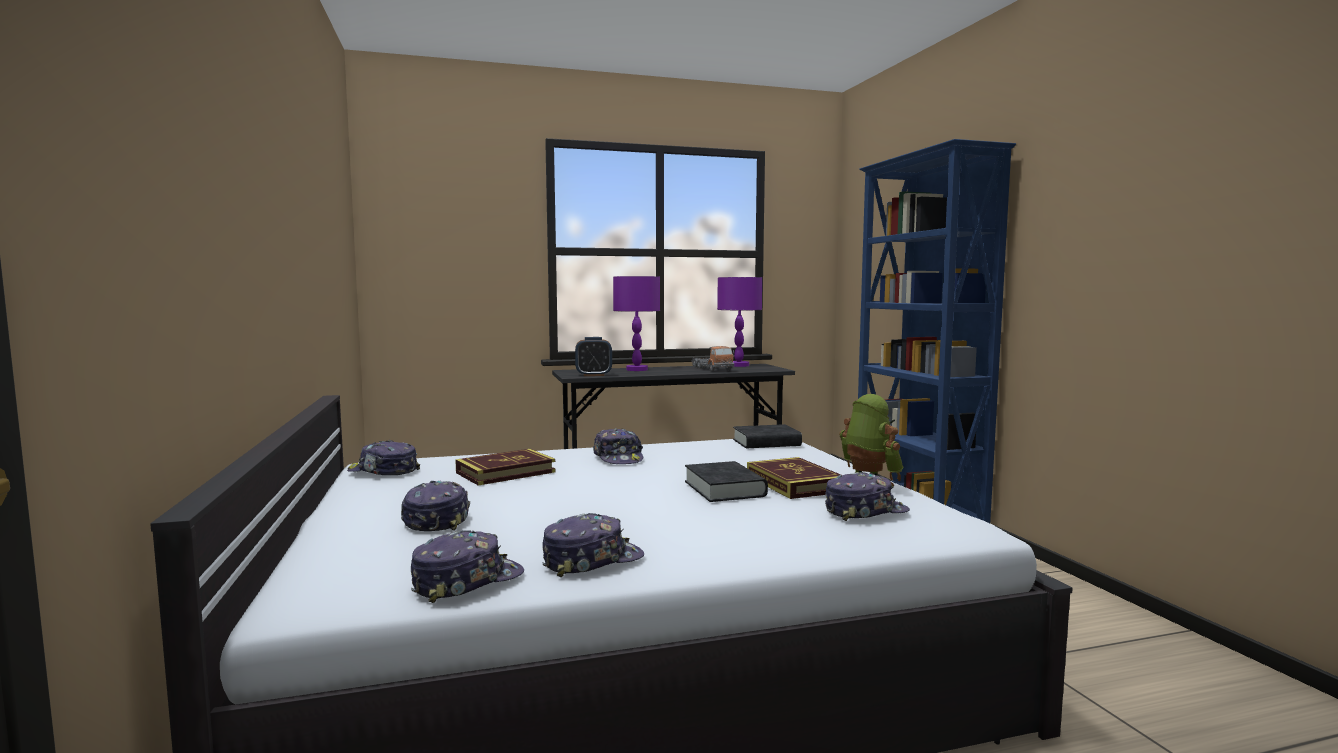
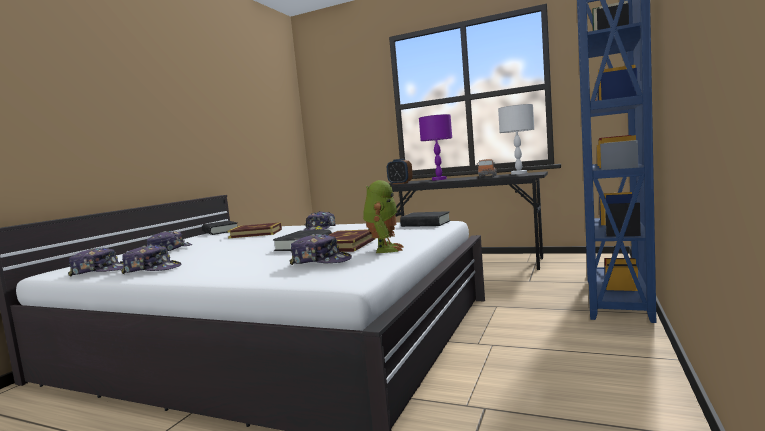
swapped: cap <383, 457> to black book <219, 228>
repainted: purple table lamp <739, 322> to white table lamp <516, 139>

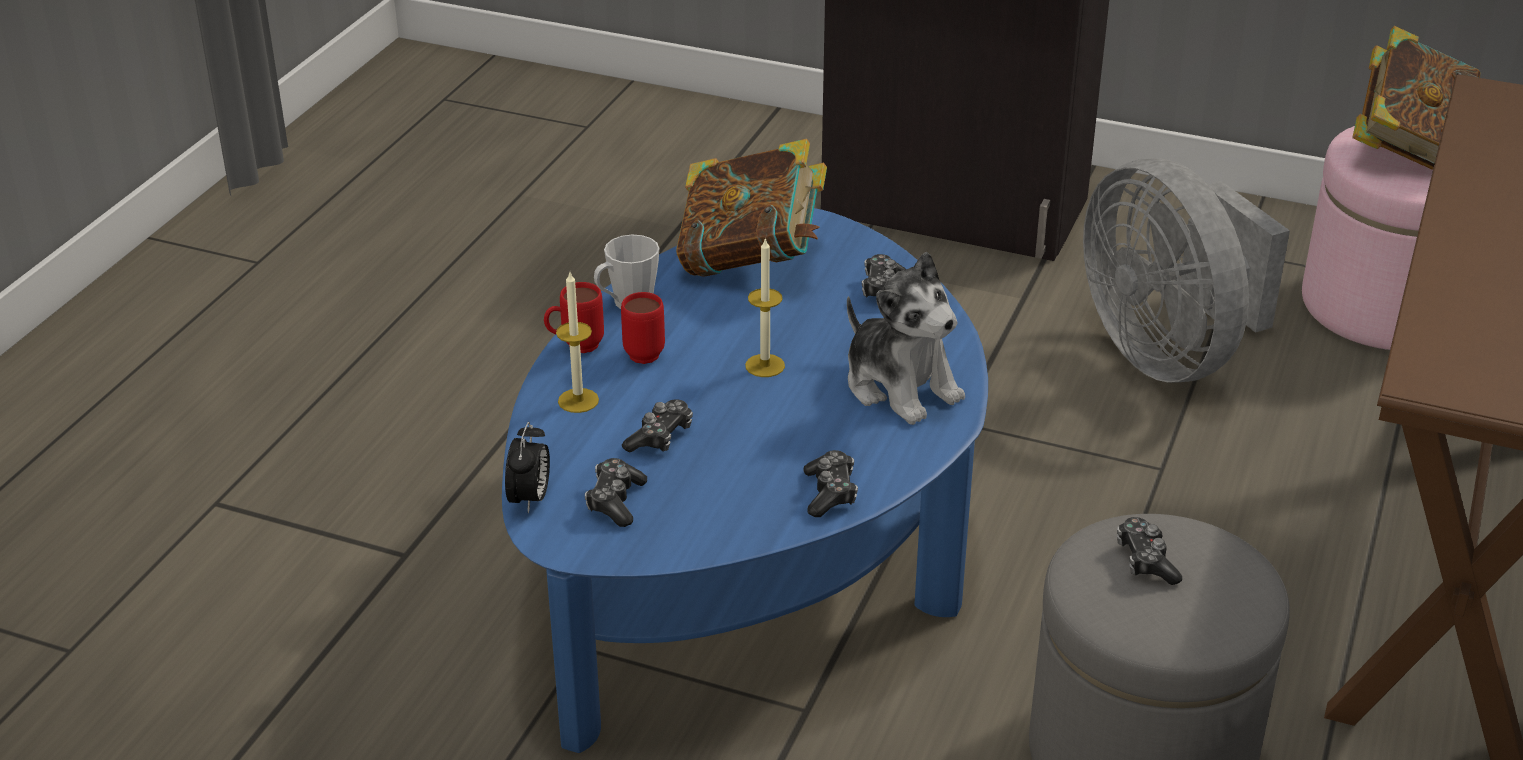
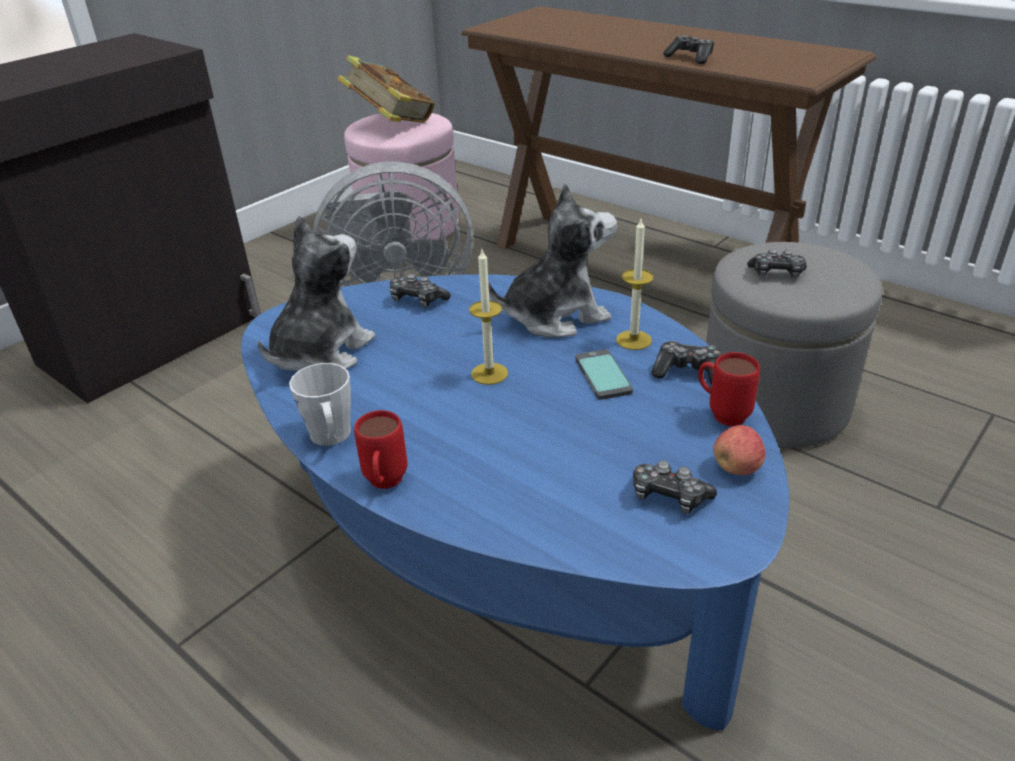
gone: alarm clock <527, 467>
new: phone <604, 374>; apple <739, 450>
shifted: candle <577, 342> to <635, 284>; red mug <643, 328> to <729, 389>; game controller <657, 425> to <688, 49>
swapped: book <751, 208> to plush toy <316, 293>

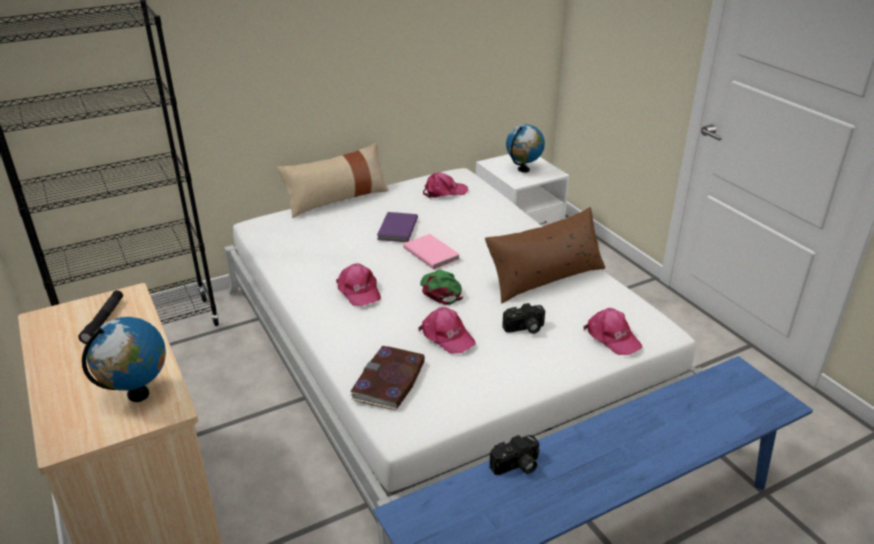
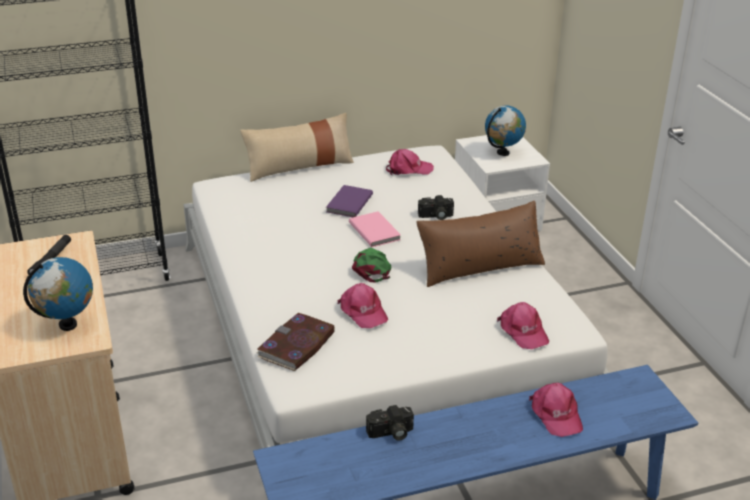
shifted: pink cap <358, 284> to <556, 410>; photo camera <523, 318> to <436, 207>

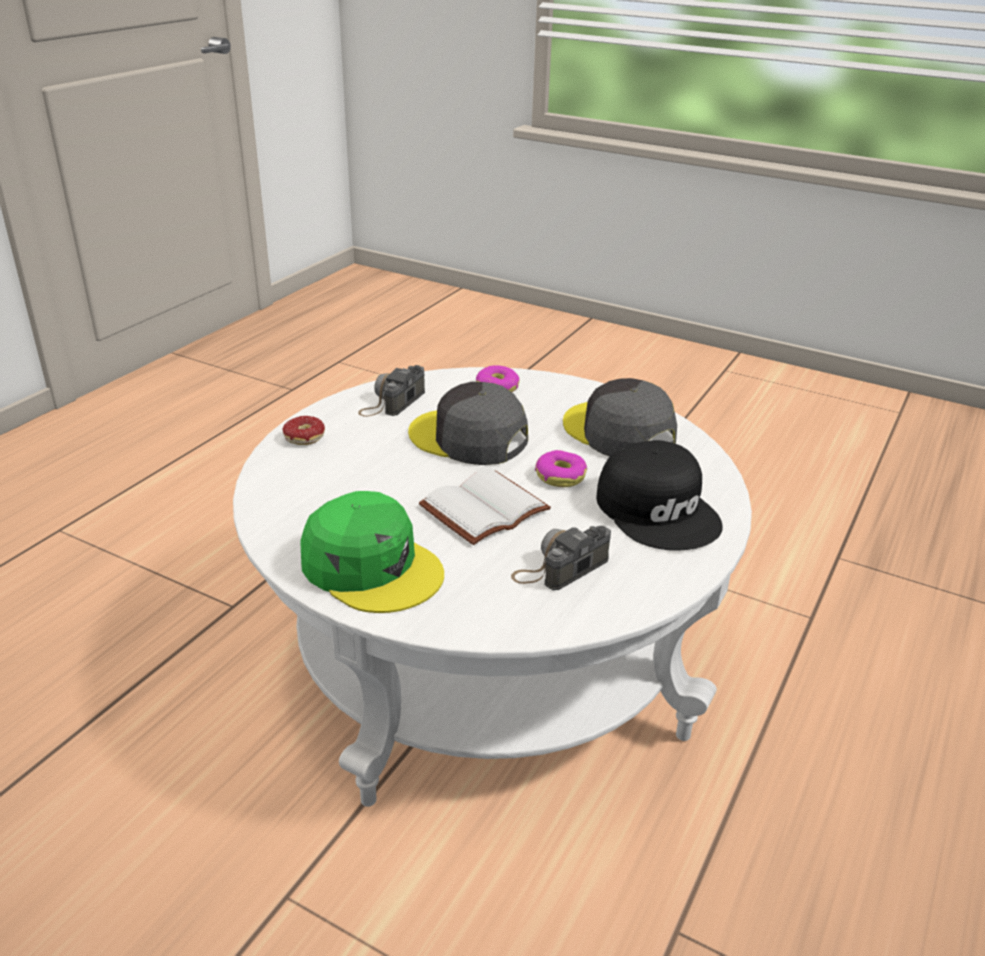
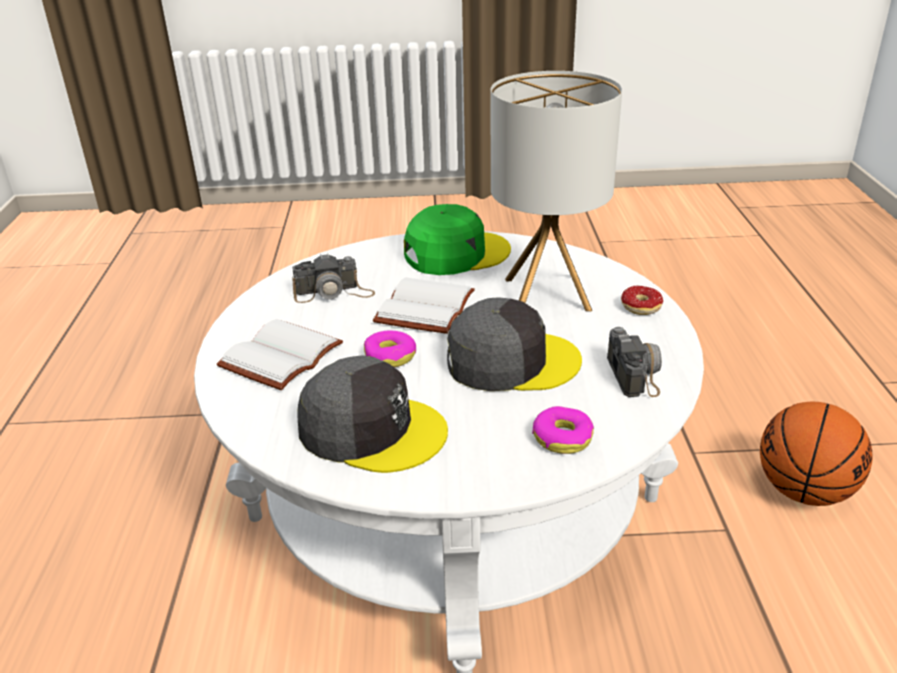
new: table lamp <556, 191>; basketball <816, 453>
swapped: black cap <659, 495> to white book <280, 354>
rotated: green cap <372, 552> = <457, 239> 150 degrees clockwise; photo camera <561, 558> = <333, 278> 60 degrees clockwise

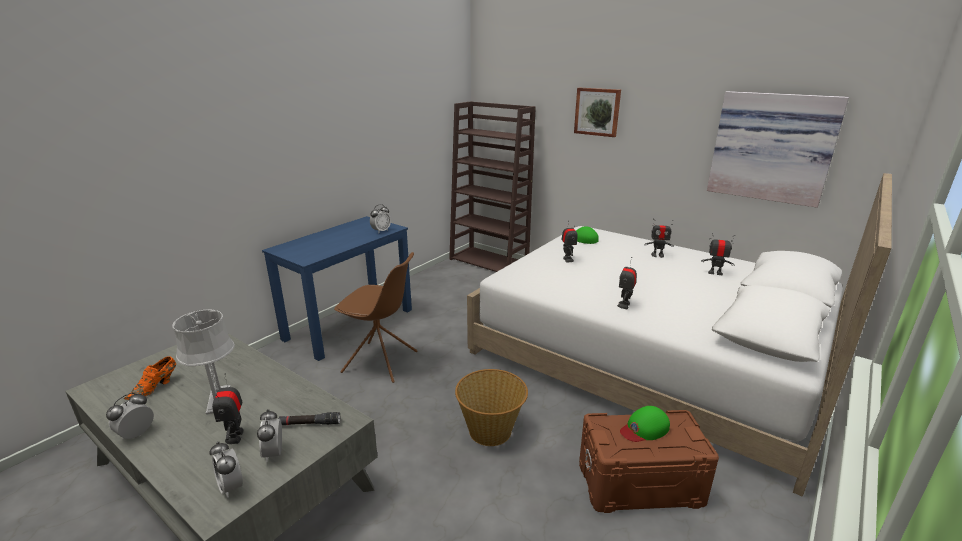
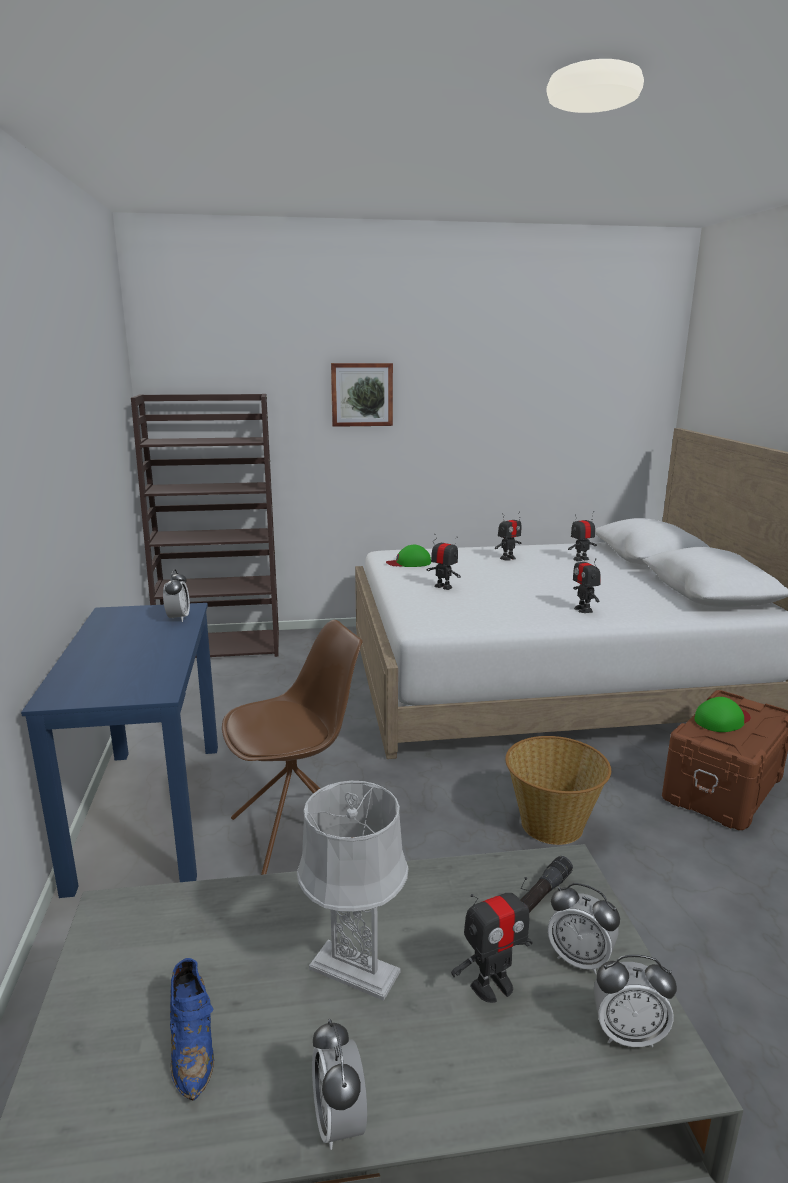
gone: picture <778, 149>
repainted: orange shoe <150, 378> to blue shoe <192, 1029>
rotated: toy robot <228, 408> = <492, 940> 60 degrees counterclockwise; green cap <645, 424> = <722, 714> 135 degrees counterclockwise

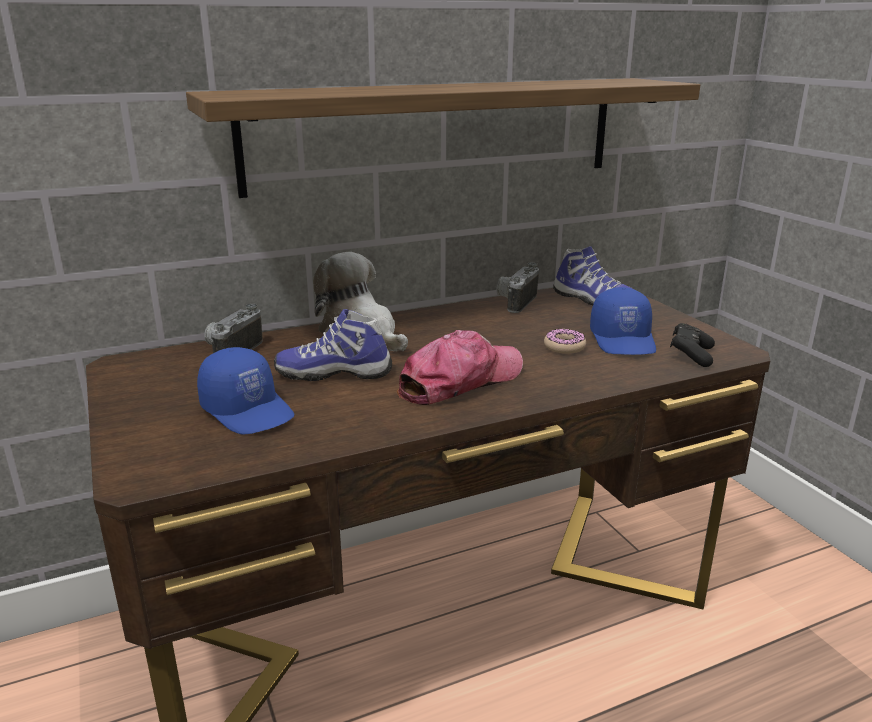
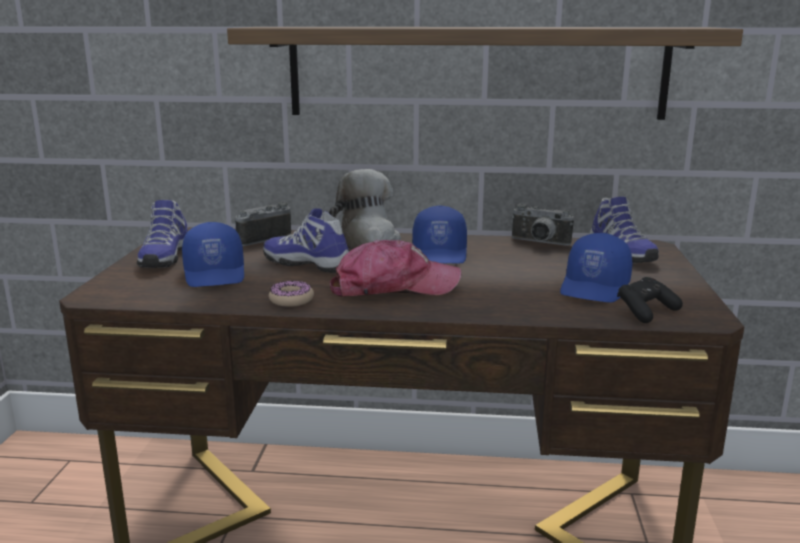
new: shoe <162, 234>; blue cap <439, 234>
shifted: donut <565, 341> to <291, 293>
rotated: photo camera <517, 287> = <542, 225> 120 degrees counterclockwise

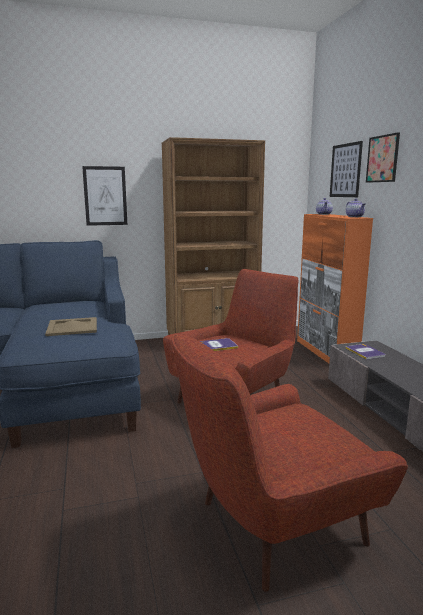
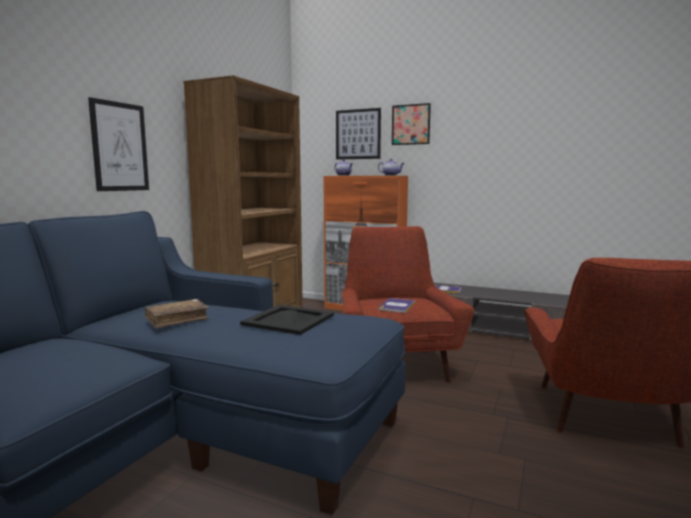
new: brown book <177, 314>
repainted: beige tray <71, 326> to black tray <287, 320>

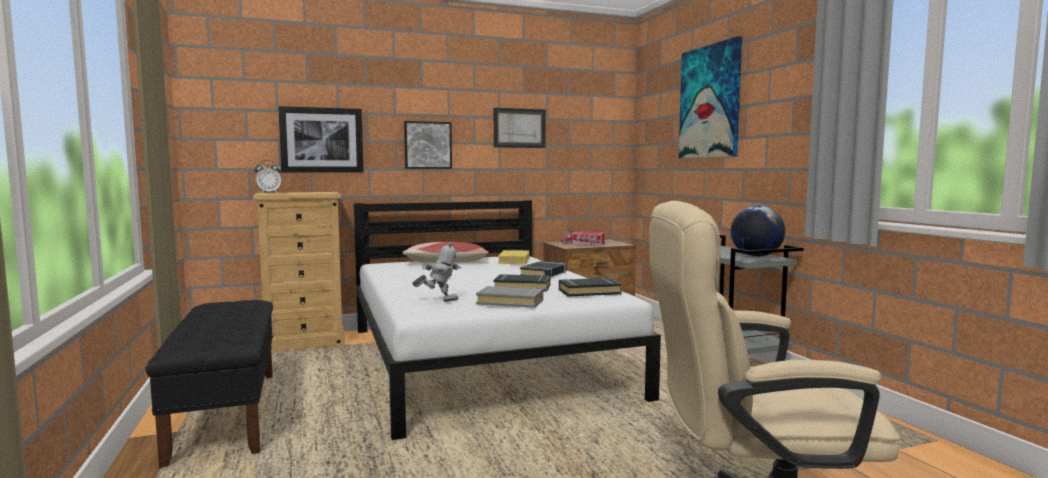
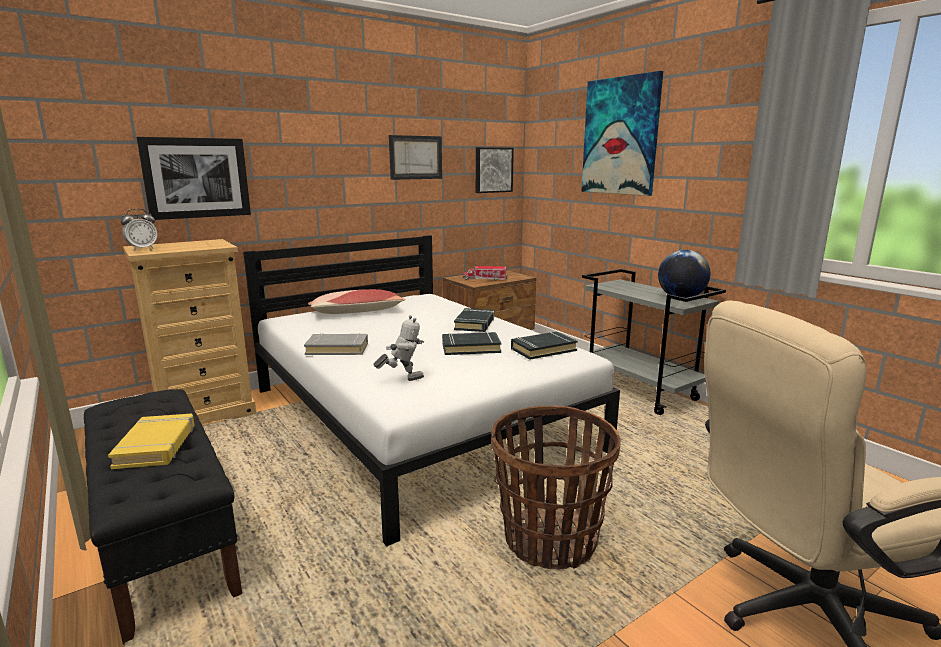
new: basket <556, 487>
shifted: picture <428, 145> to <495, 170>; grey book <509, 297> to <336, 344>; yellow book <513, 257> to <151, 441>

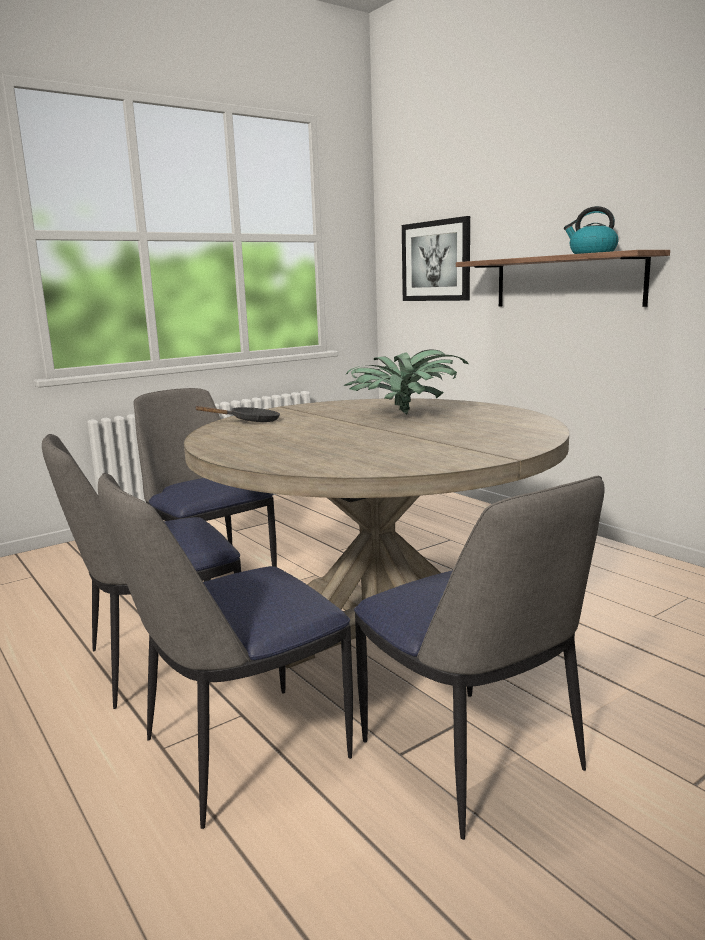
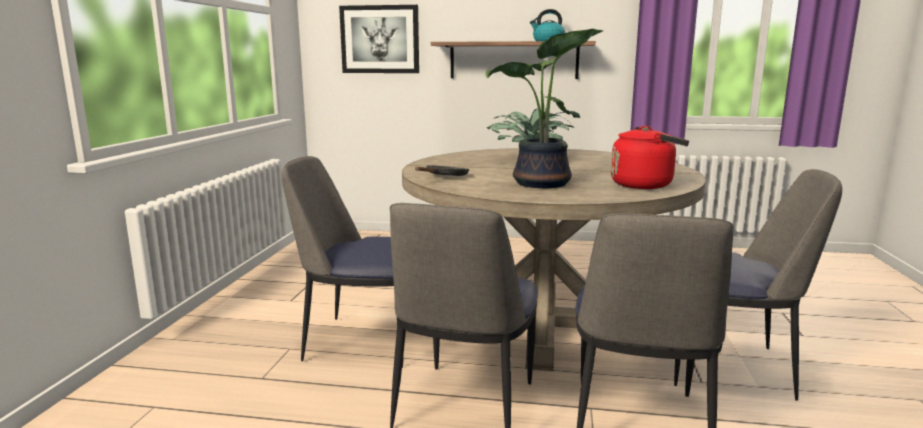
new: potted plant <544, 108>; red kettle <650, 157>

